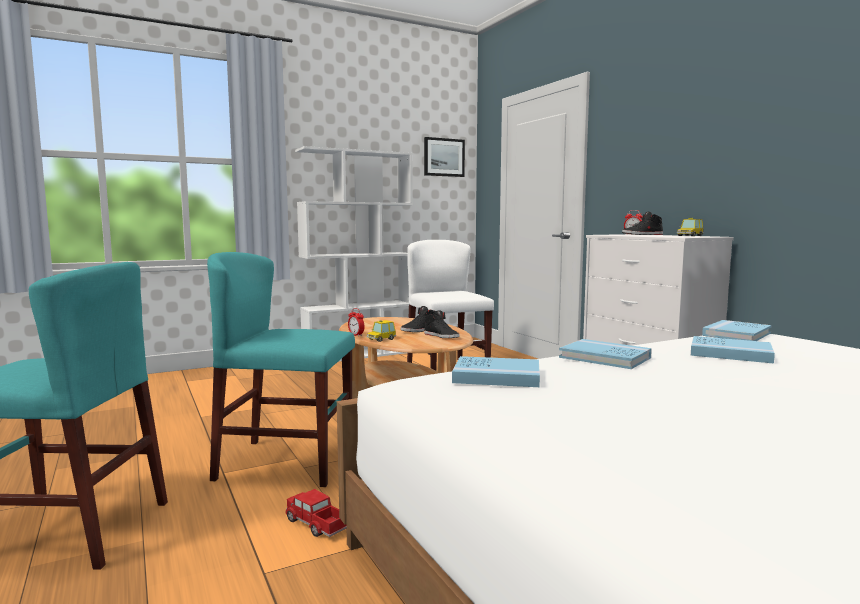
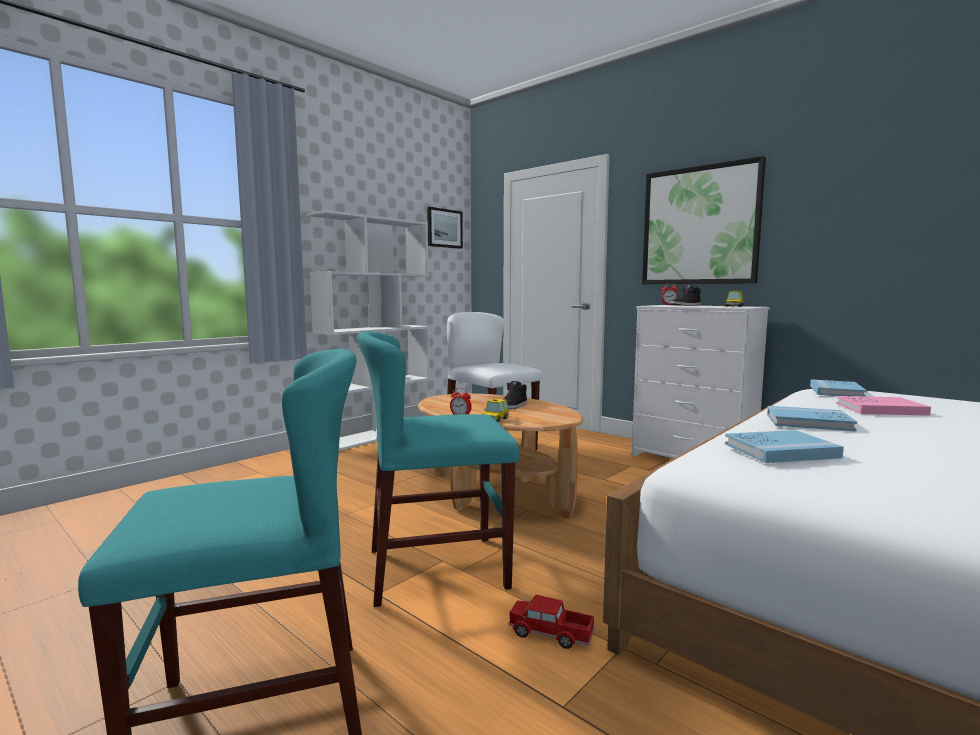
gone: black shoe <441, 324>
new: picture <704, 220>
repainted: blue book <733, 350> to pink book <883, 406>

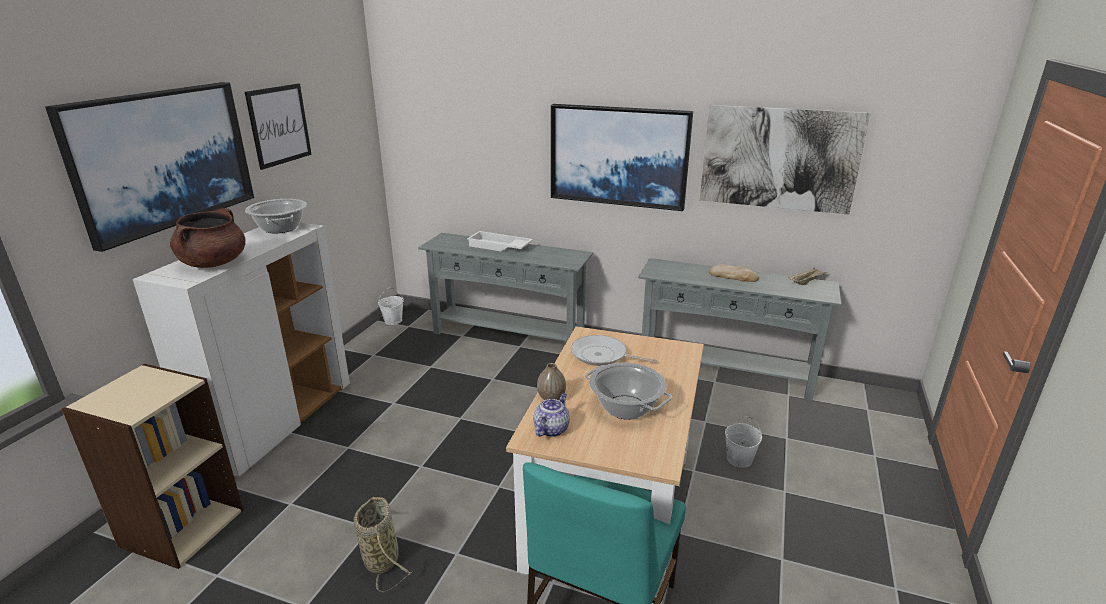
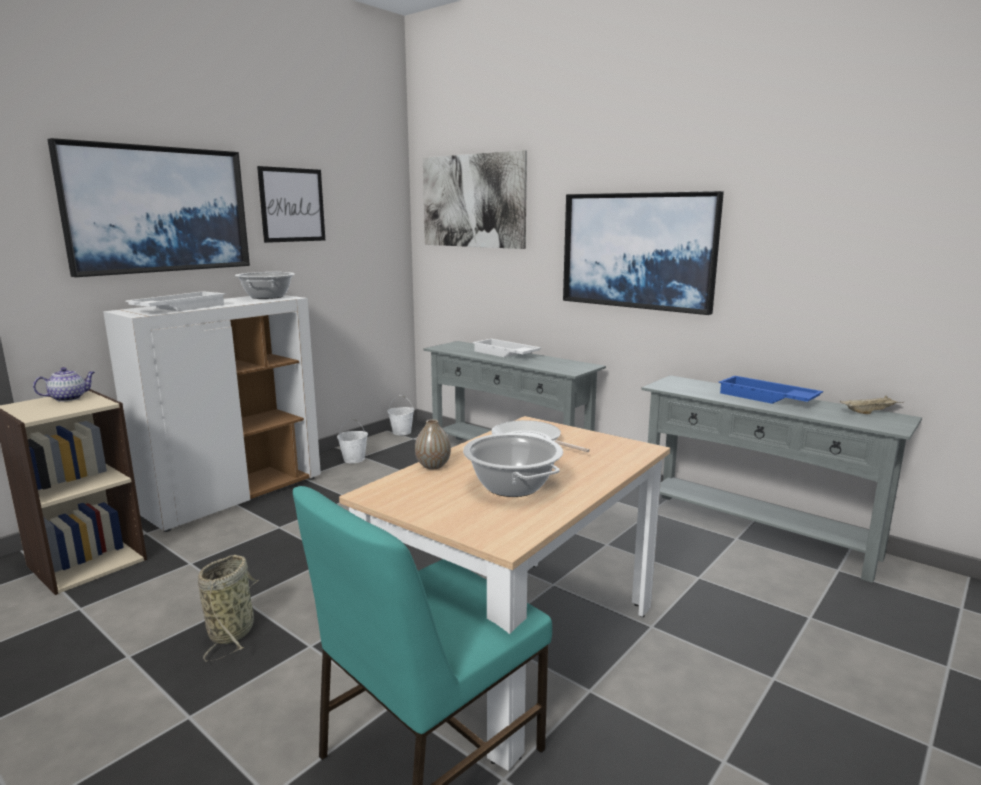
shifted: teapot <551, 415> to <64, 384>; picture <785, 160> to <475, 199>; white bucket <743, 442> to <352, 440>
swapped: brown cooking pot <208, 238> to white tray <175, 301>; bread <734, 273> to blue tray <771, 390>

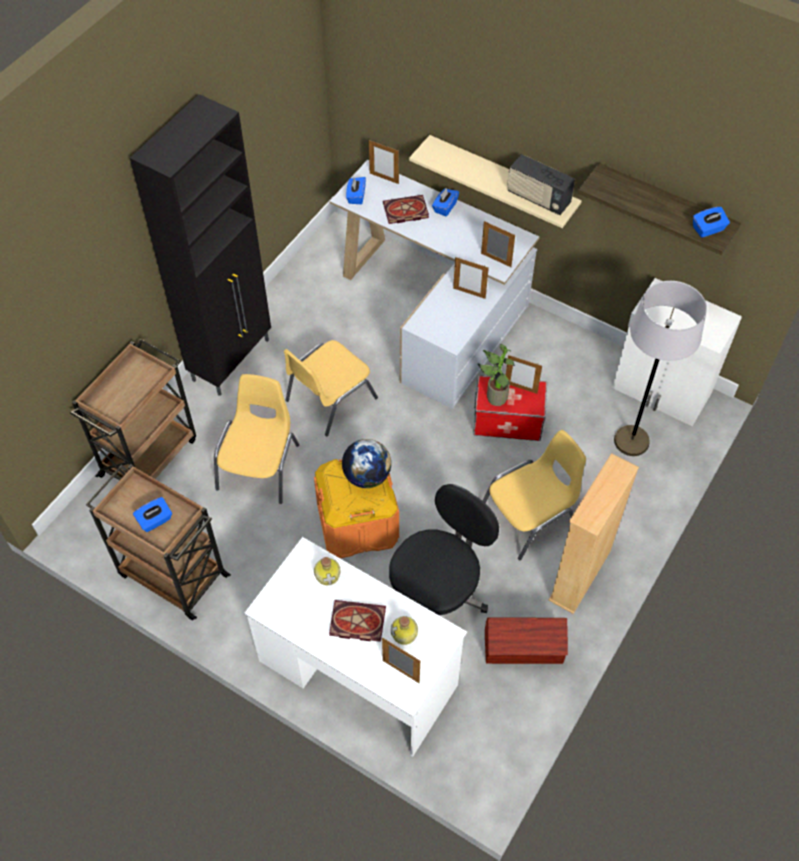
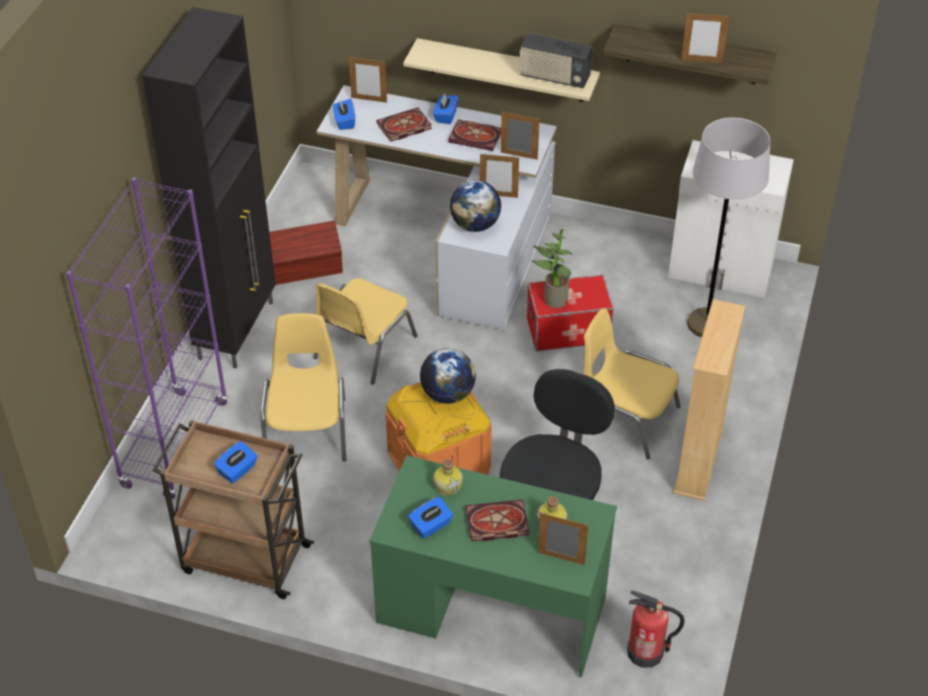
new: book <474, 135>; globe <475, 206>; fire extinguisher <655, 629>
shifted: brown storage box <526, 641> to <306, 253>; picture frame <524, 374> to <705, 38>; blue tissue box <711, 222> to <430, 517>
swapped: brown cart <133, 409> to purple bookcase <147, 338>
repainted: white desk <355, 647> to green desk <493, 566>
rotated: yellow chair <534, 495> = <632, 384> 105 degrees counterclockwise

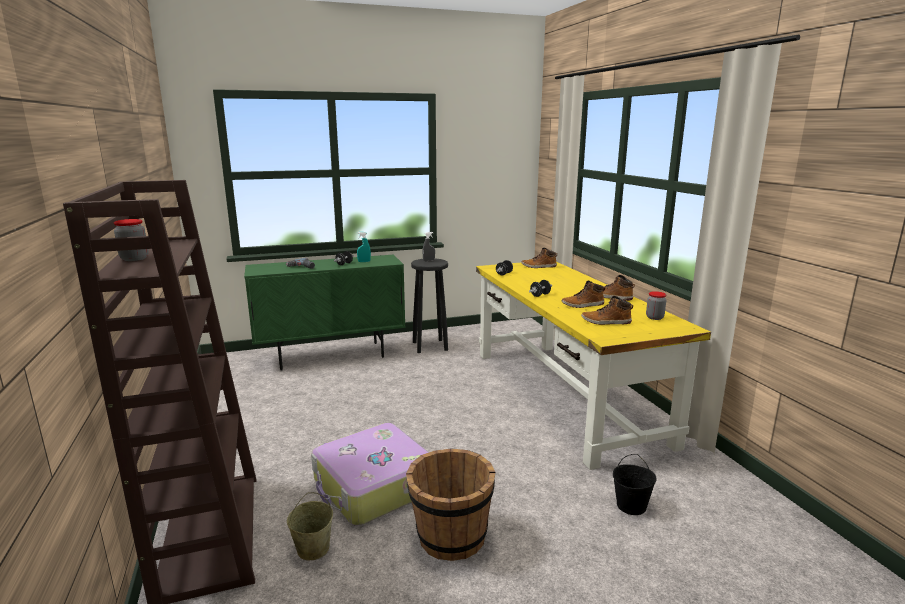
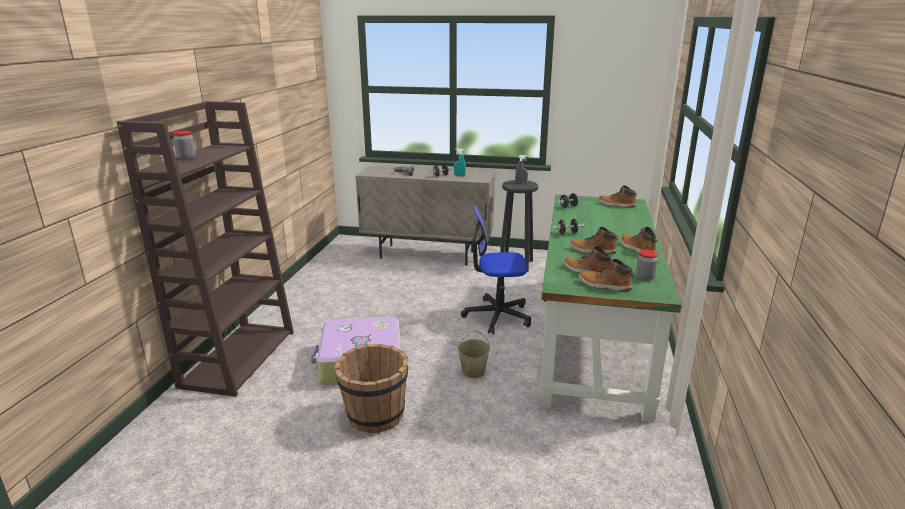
gone: black bucket <635, 484>
new: office chair <496, 269>; boot <606, 275>
shifted: beige bucket <310, 526> to <474, 354>
repainted: green cabinet <325, 312> to beige cabinet <425, 216>; yellow desk <593, 366> to green desk <610, 308>

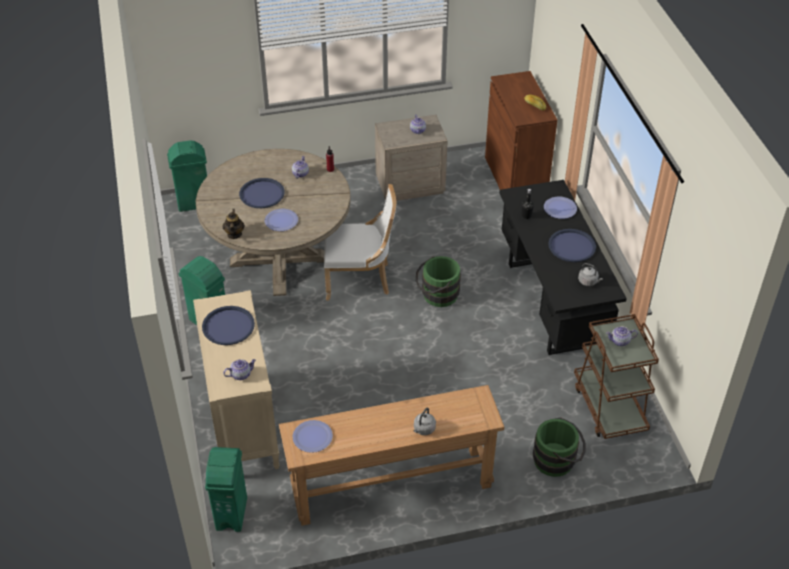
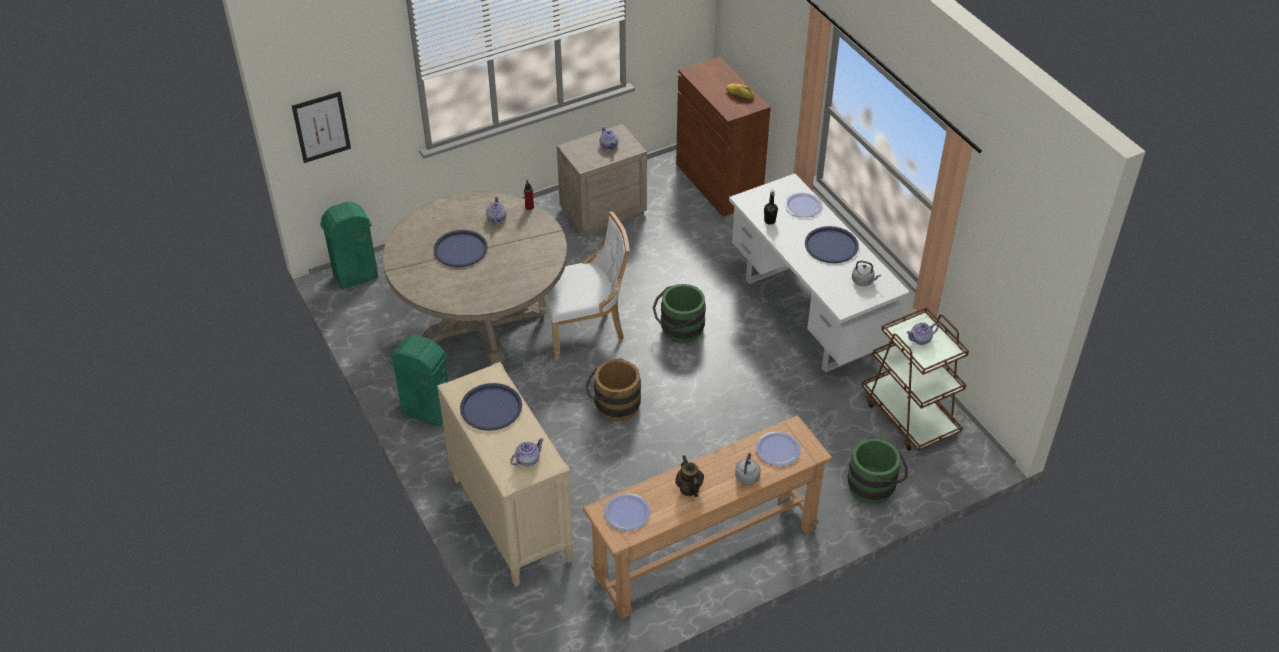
gone: green trash can <226, 489>
new: picture <321, 127>; brown bucket <613, 389>
shifted: teapot <233, 224> to <689, 476>; plate <281, 220> to <778, 449>
repainted: black desk <563, 267> to white desk <819, 273>

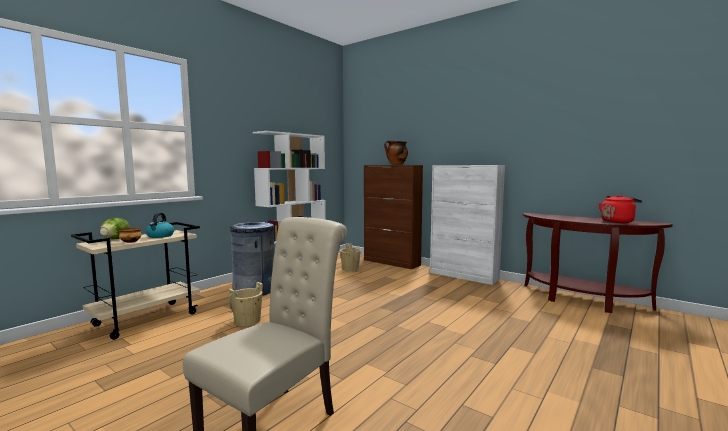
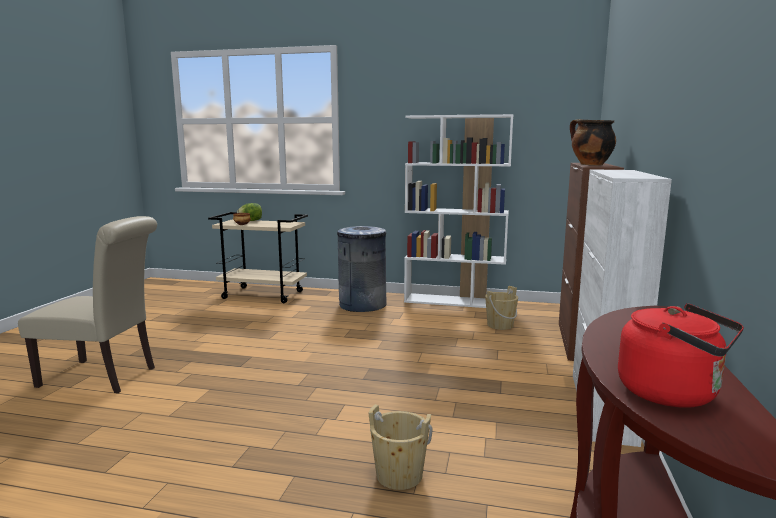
gone: kettle <160, 225>
shifted: beige bucket <246, 304> to <400, 447>

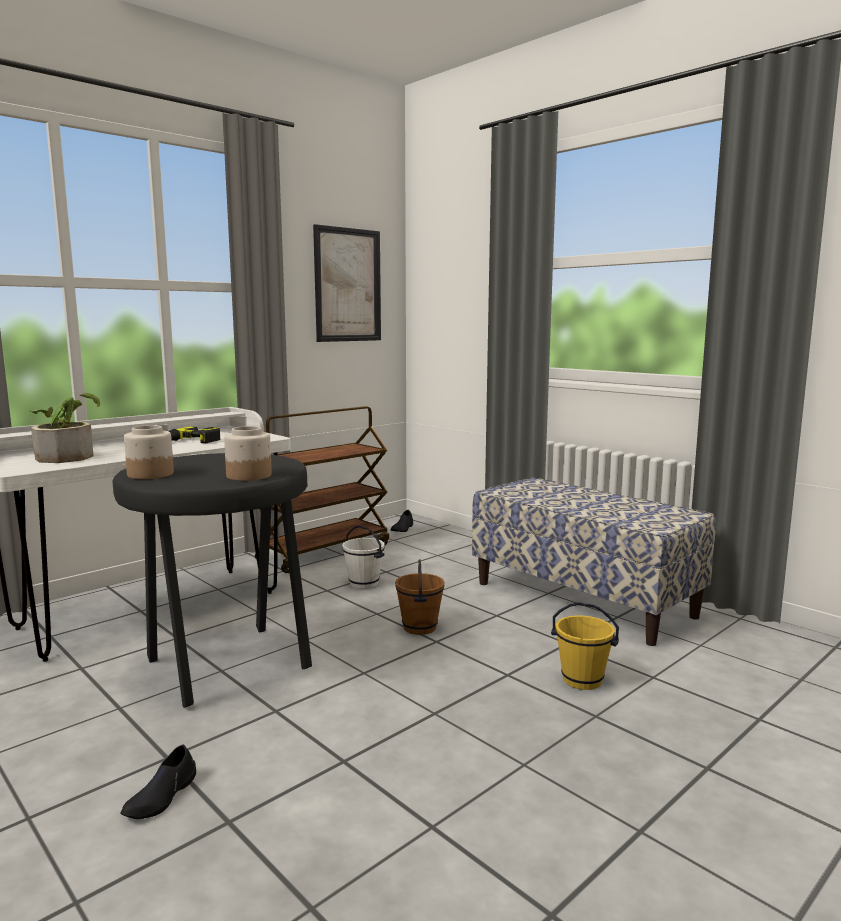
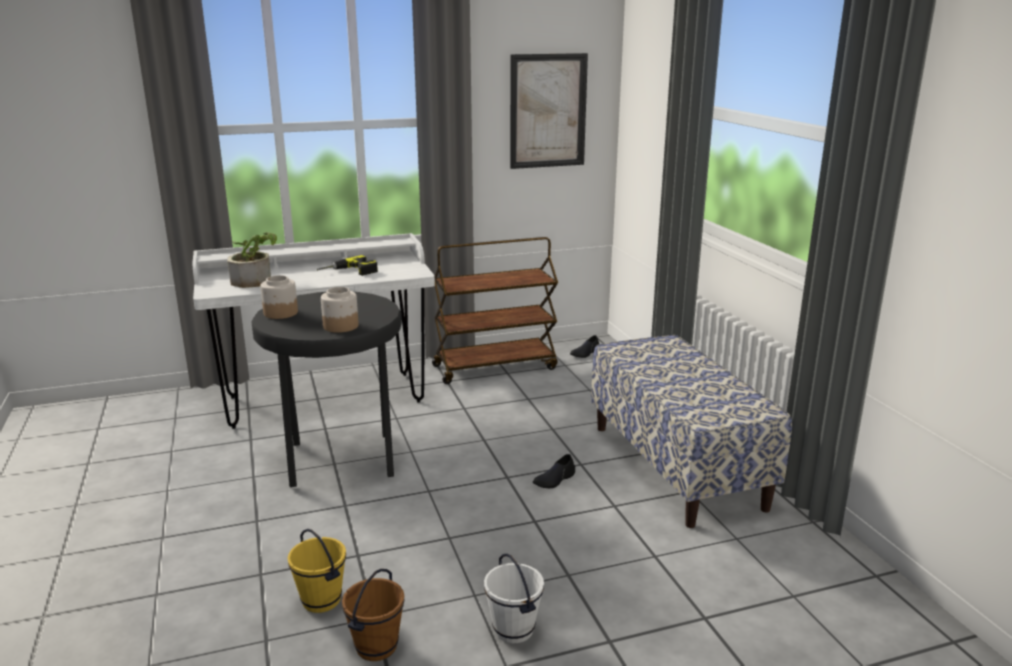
shifted: black shoe <158, 781> to <554, 471>; white bucket <363, 557> to <514, 598>; brown bucket <420, 597> to <373, 615>; yellow bucket <585, 646> to <317, 571>

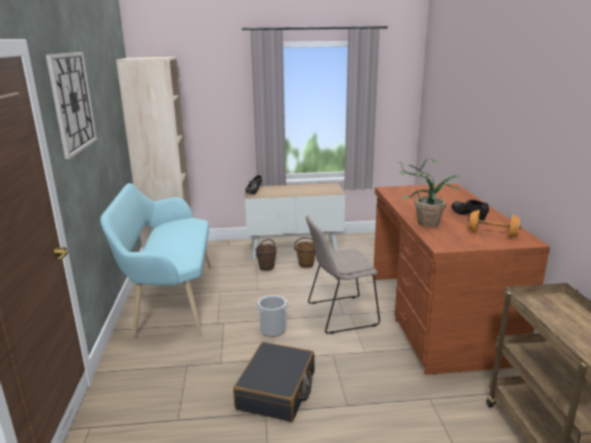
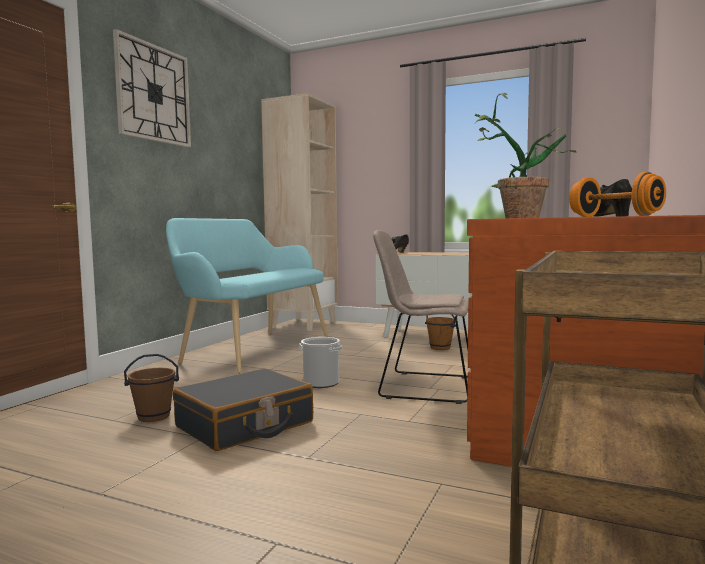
shifted: brown bucket <266, 255> to <151, 388>

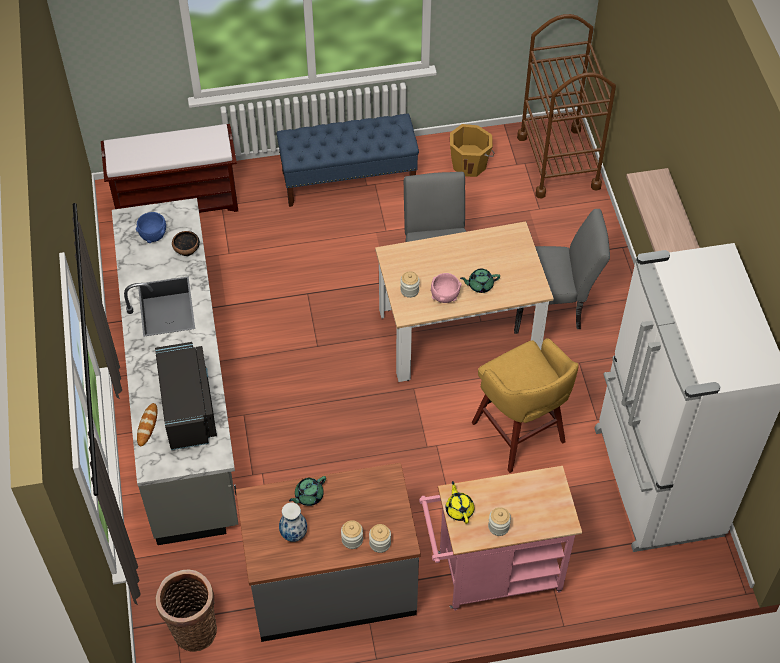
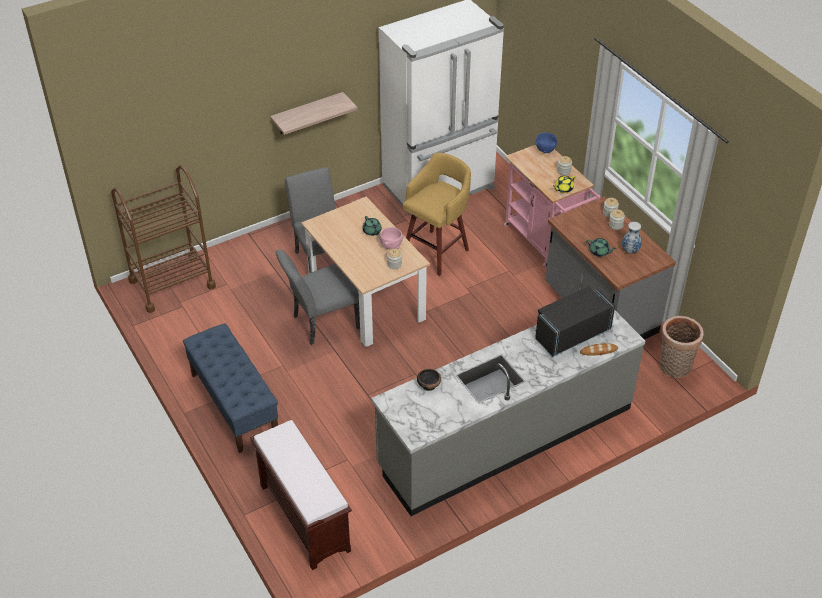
gone: orange bucket <472, 150>
shifted: blue bowl <151, 227> to <546, 142>

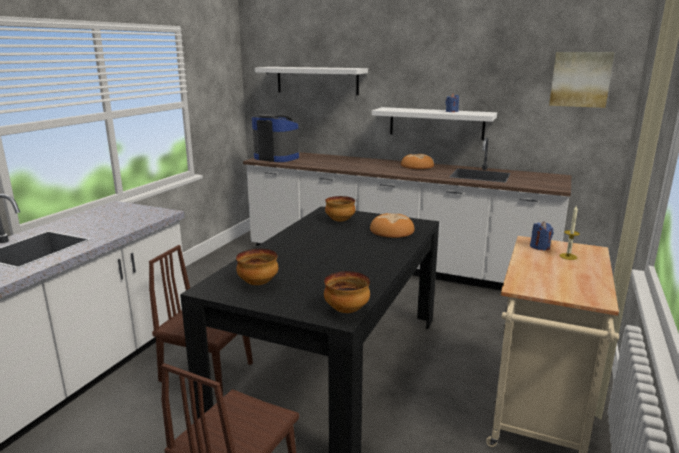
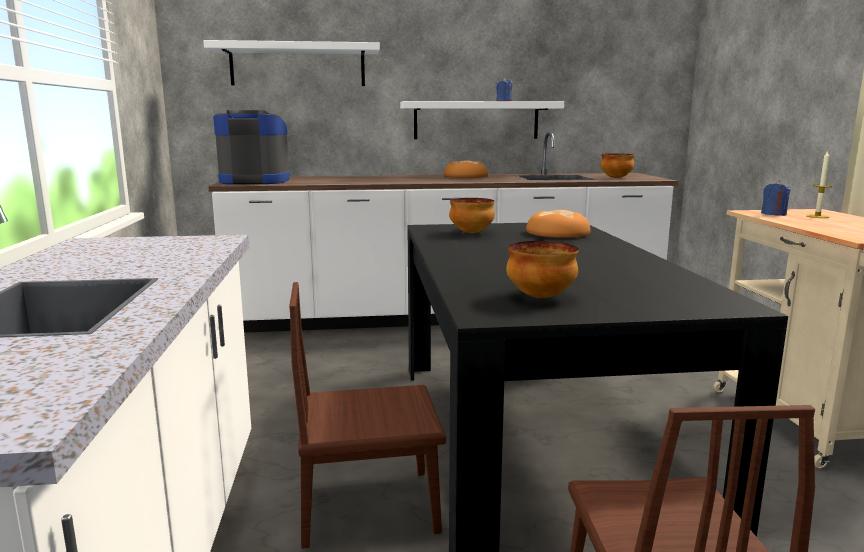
gone: picture <582, 80>
shifted: bowl <347, 292> to <617, 165>

